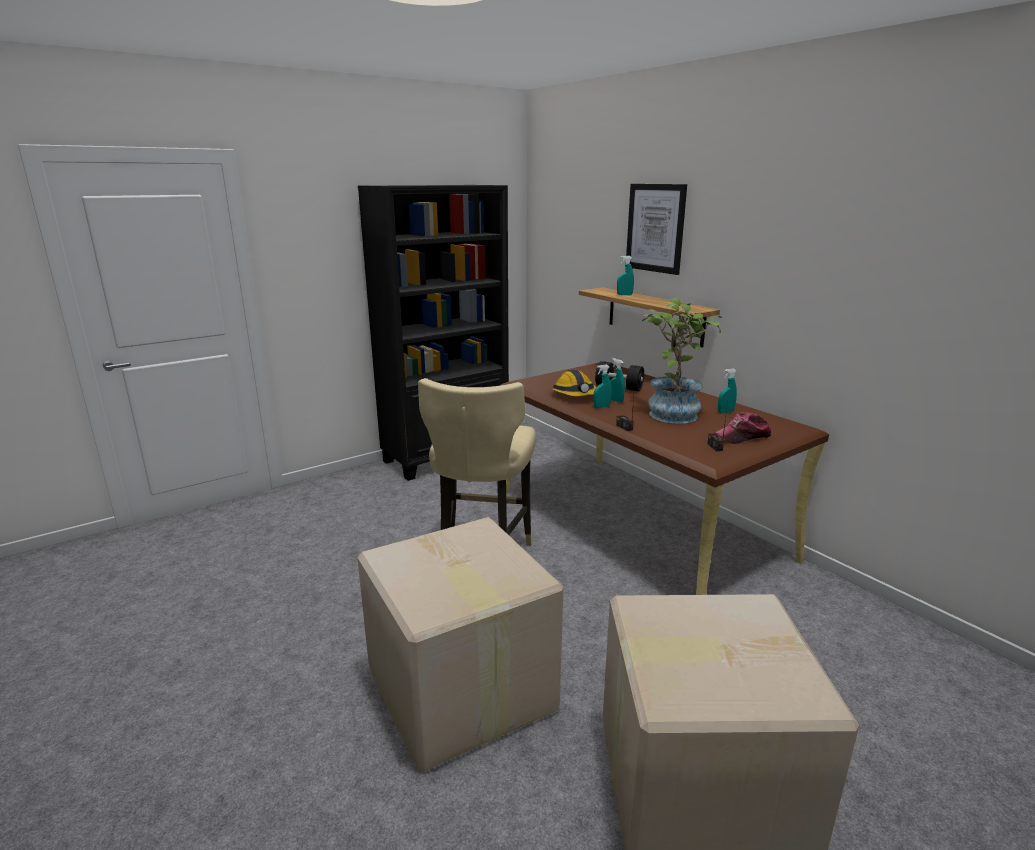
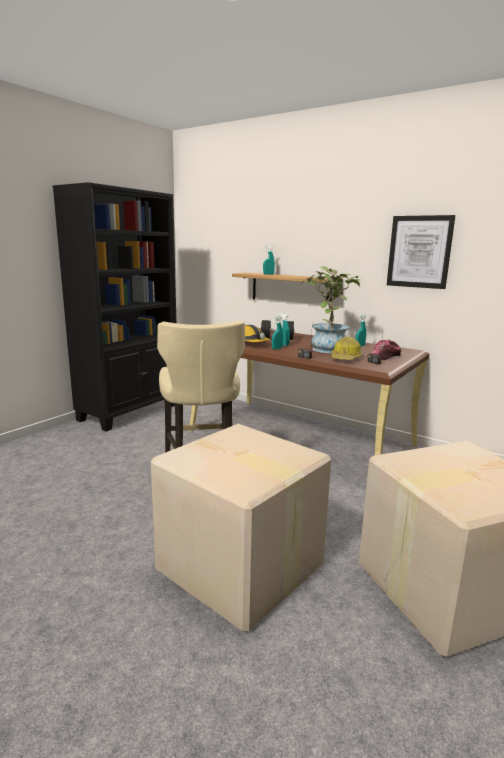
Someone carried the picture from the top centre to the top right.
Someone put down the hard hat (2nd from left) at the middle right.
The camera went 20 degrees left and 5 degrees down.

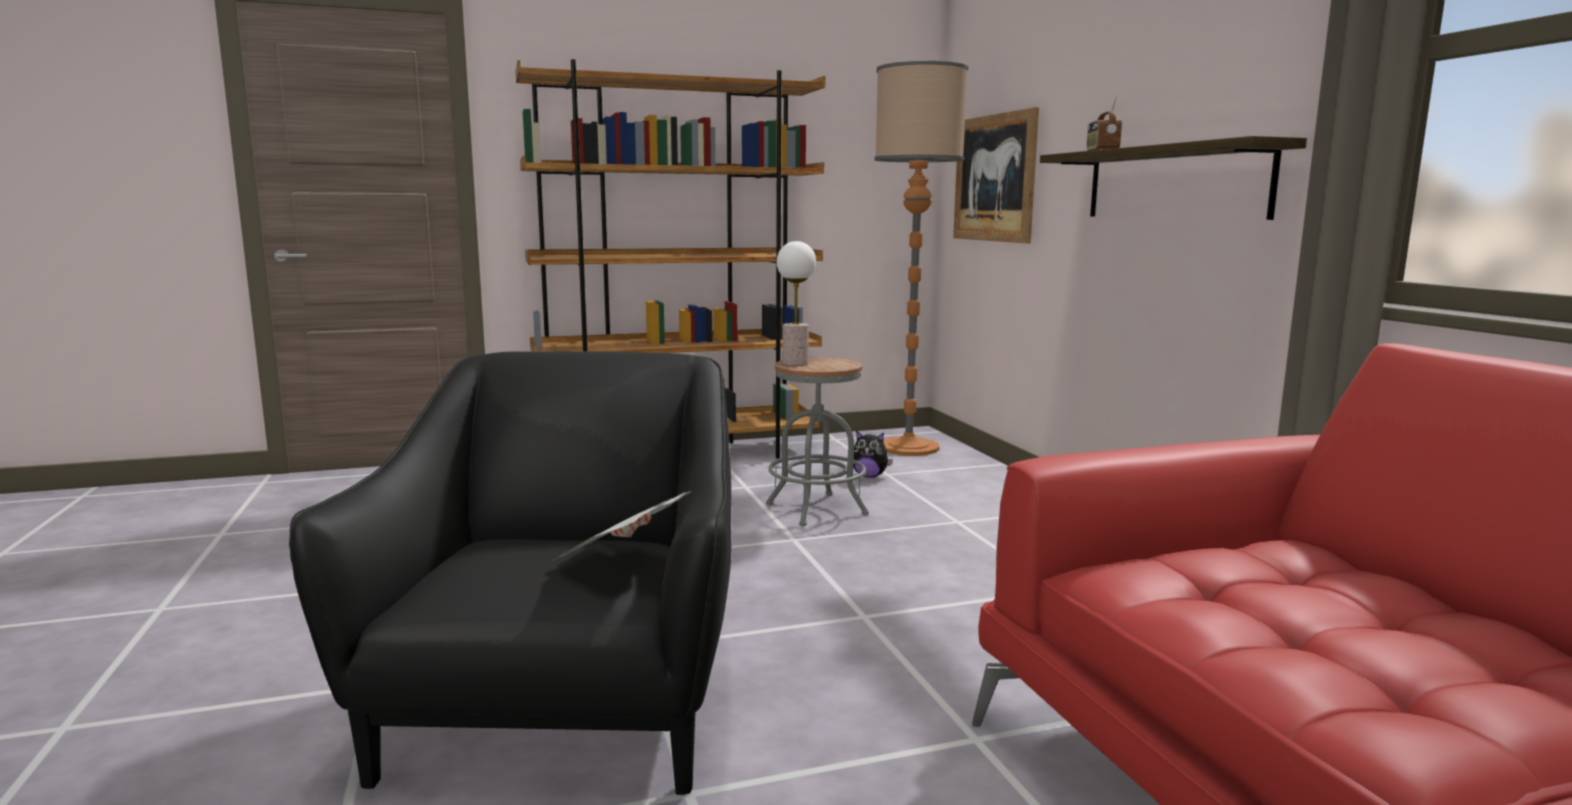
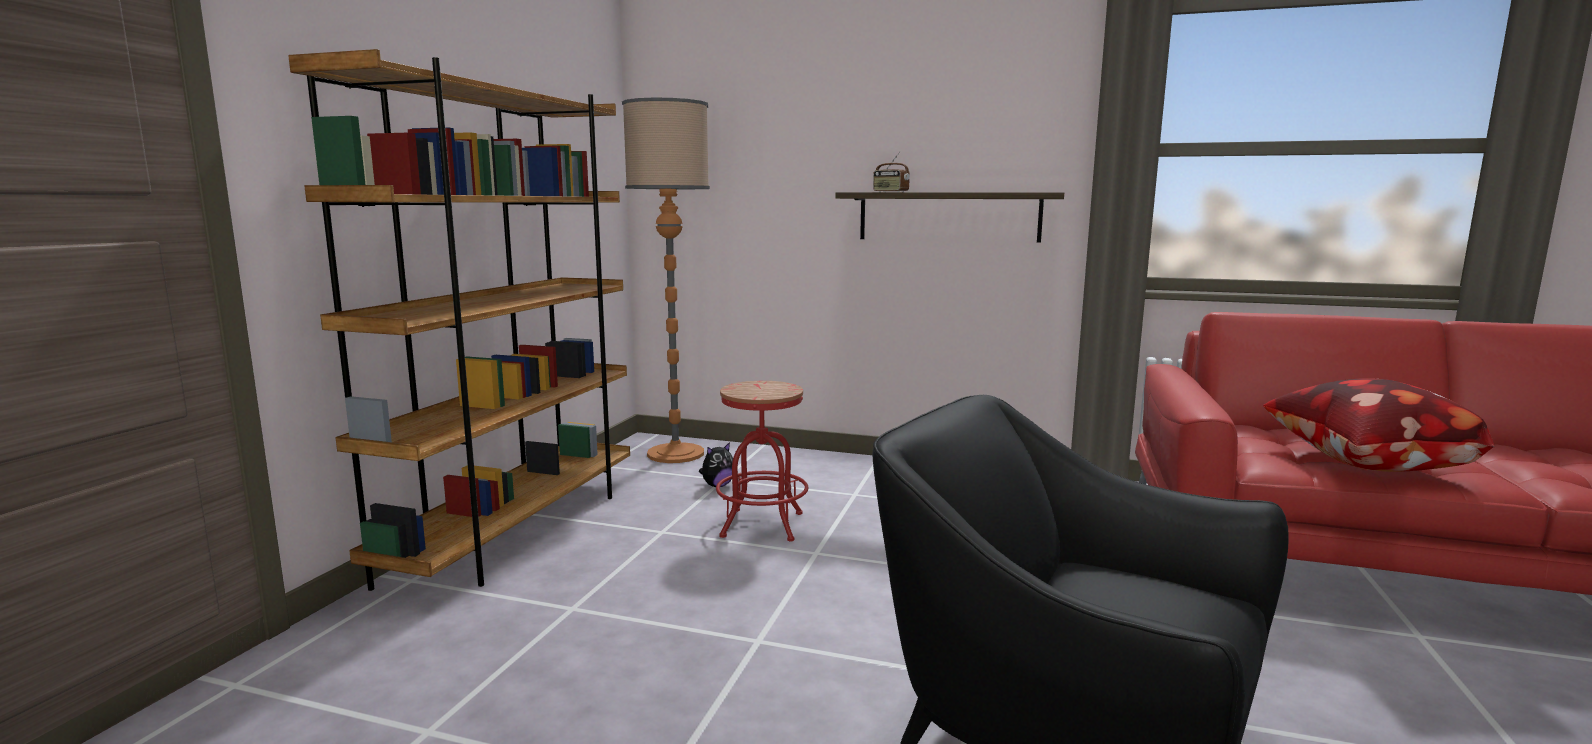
Someone took away the picture at the top centre.
Someone took away the table lamp at the centre.
Someone repainted the stool (grey) at the centre, which became the stool (red) at the centre.
Someone took away the newspaper at the centre.
Someone put down the pillow at the middle right.
The camera went 55 degrees left and 0 degrees up.

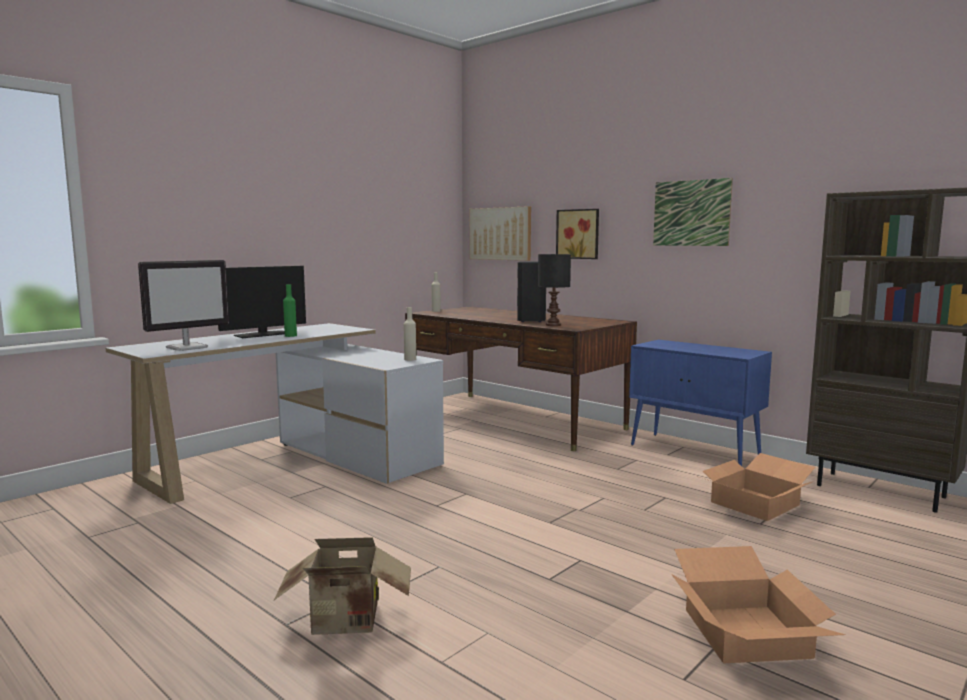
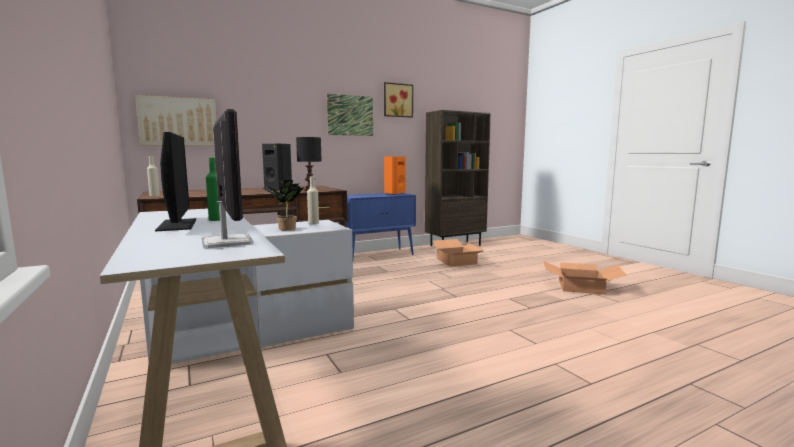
Someone carried the picture (2nd from left in the first image) from the centre to the top centre.
Someone took away the cardboard box (1st from left) at the bottom centre.
Someone put down the speaker (orange) at the centre.
Someone put down the potted plant at the centre.
The camera went 70 degrees left and 0 degrees up.

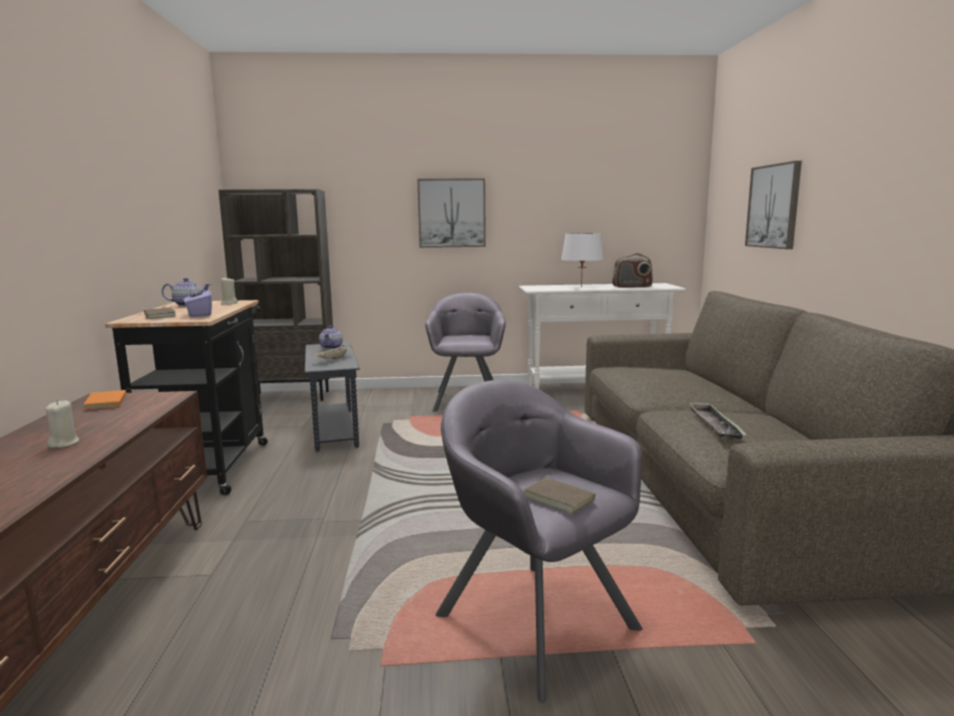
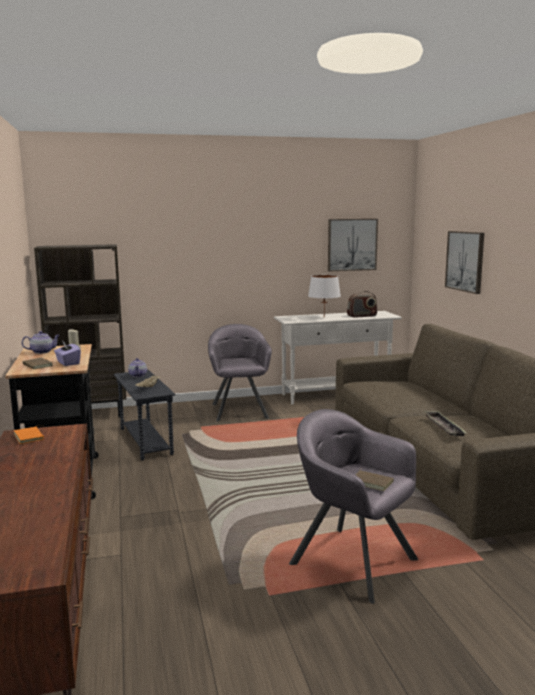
Someone carried the picture (1st from left) from the top centre to the centre.
Someone took away the candle (beige) (1st from left) at the middle left.
The camera went 10 degrees left and 0 degrees up.

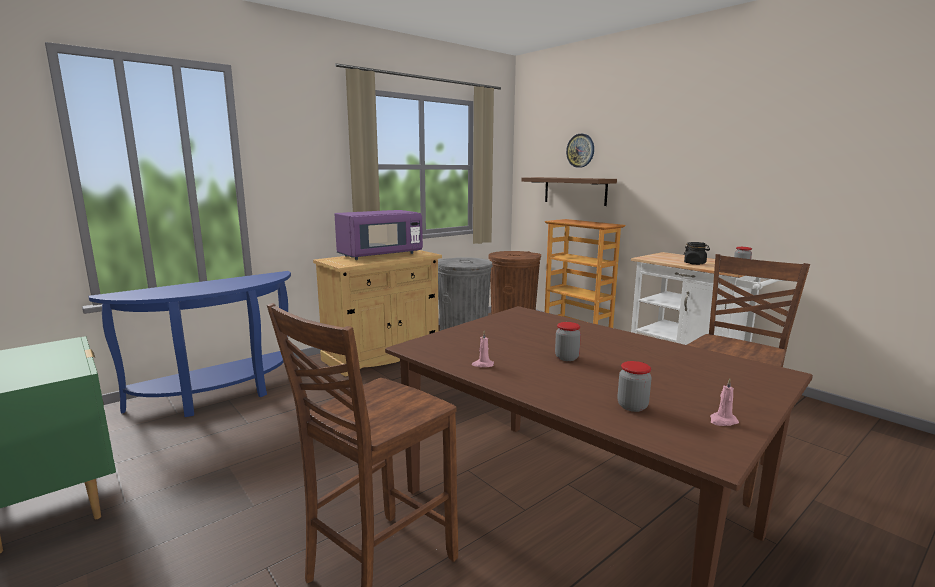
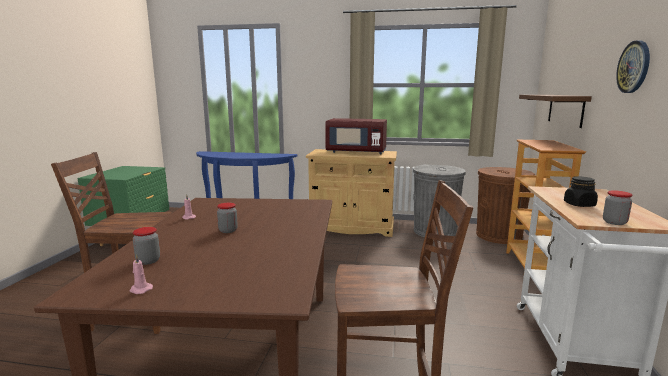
Someone carried the wall clock from the top centre to the top right.
Someone repainted the microwave (purple) at the centre, which became the microwave (red) at the centre.
The camera went 50 degrees right and 0 degrees up.

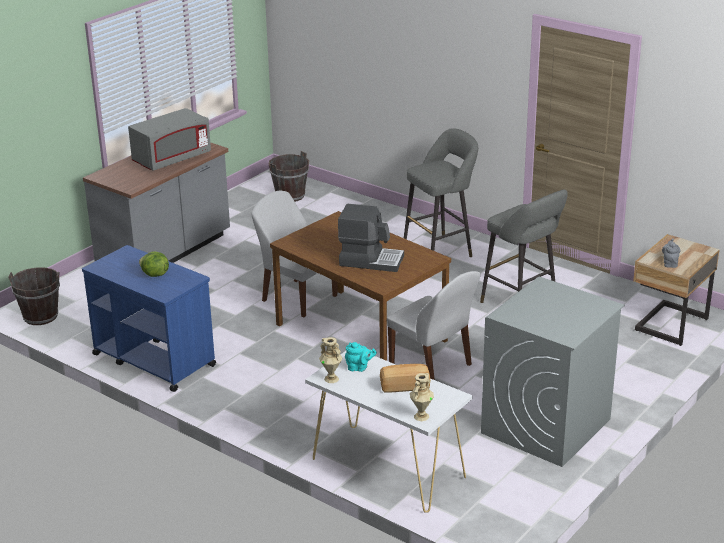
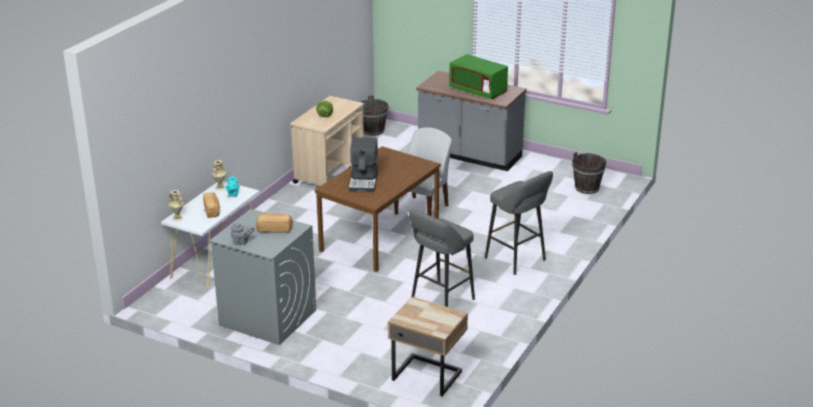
Someone repainted the microwave (grey) at the top left, which became the microwave (green) at the top centre.
Someone carried the teapot (grey) from the middle right to the middle left.
Someone repainted the cart (blue) at the middle left, which became the cart (beige) at the centre.
Someone took away the chair (white) (2nd from left) at the centre.
Someone put down the bread (2nd from left) at the centre.
The camera went 80 degrees right and 0 degrees up.

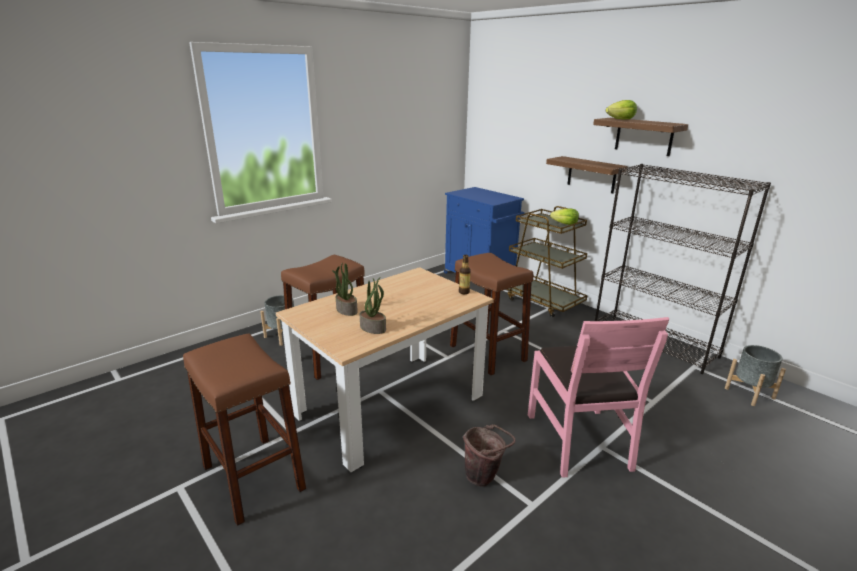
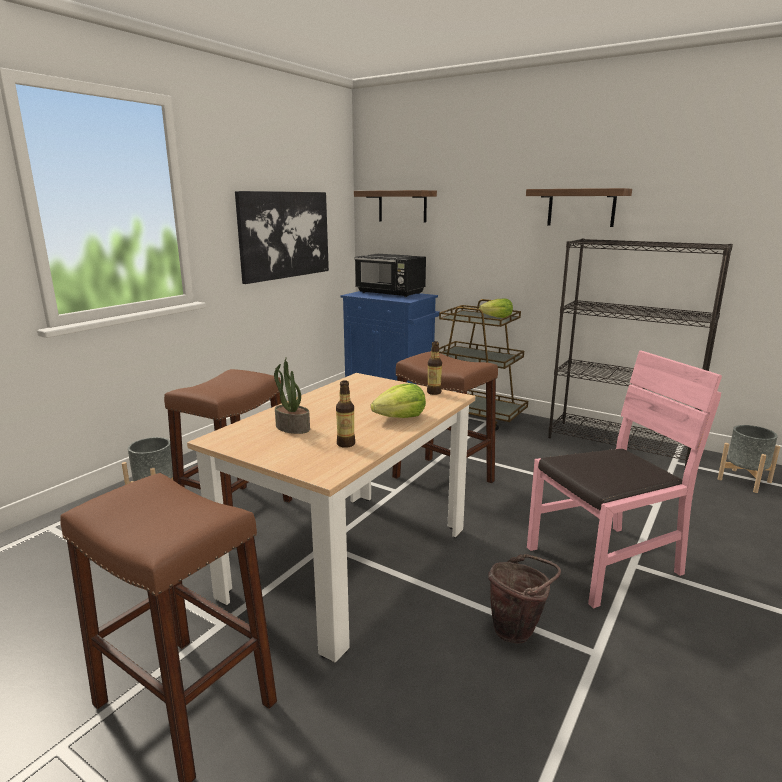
Someone carried the lettuce (2nd from left in the first image) from the top right to the centre.
Someone carried the shelf (1st from left) from the top right to the top centre.
Someone swapped the potted plant (2nd from left) at the centre for the bottle (1st from left) at the centre.
Someone rotated the chair (pink) at the bottom right by 90 degrees counterclockwise.
Someone put up the picture at the top centre.
Someone put down the microwave (black) at the centre.
The camera went 15 degrees left and 5 degrees down.

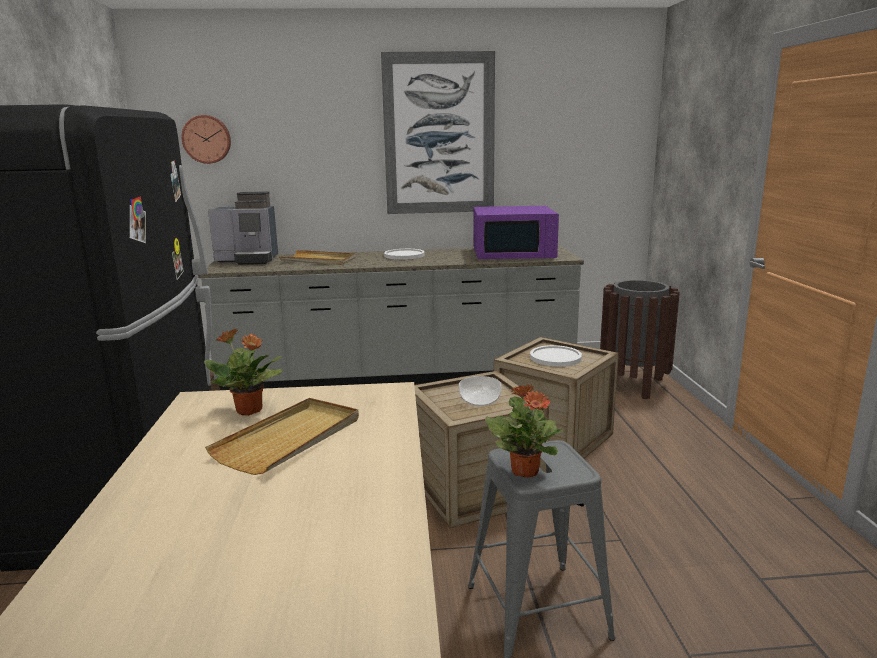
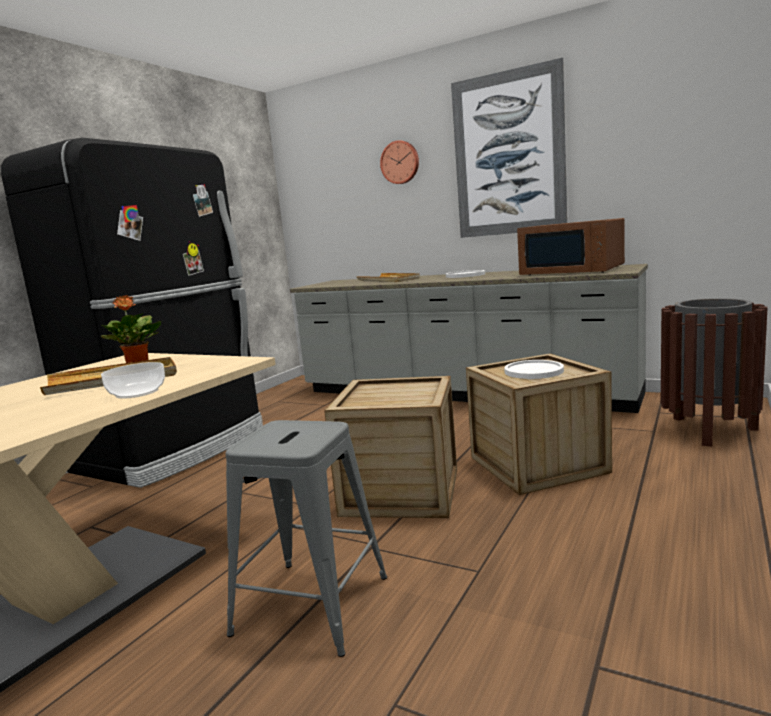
Someone carried the wall clock from the top left to the top centre.
Someone took away the coffee machine at the middle left.
Someone repainted the microwave (purple) at the centre, which became the microwave (brown) at the middle right.
Someone carried the bowl from the centre to the middle left.
Someone took away the potted plant (2nd from left) at the centre.
The camera went 35 degrees right and 5 degrees down.

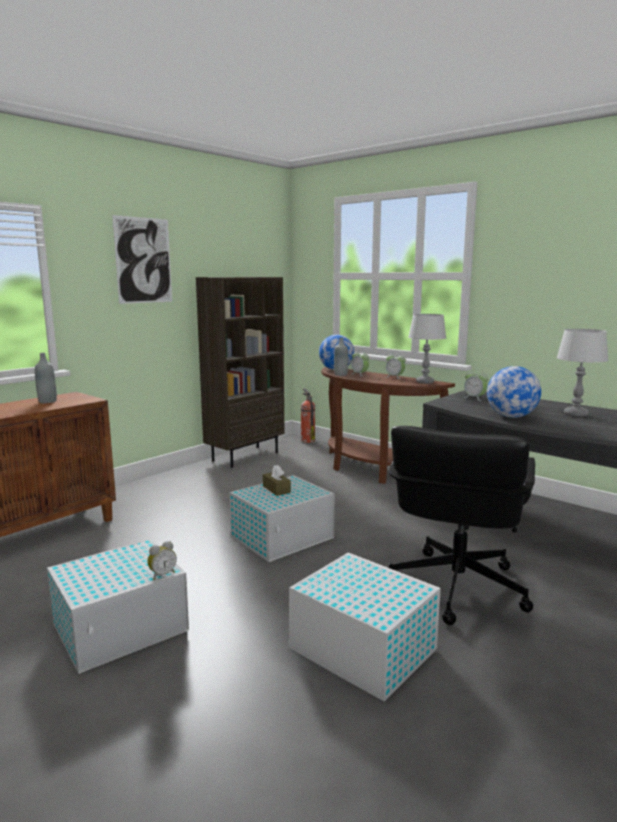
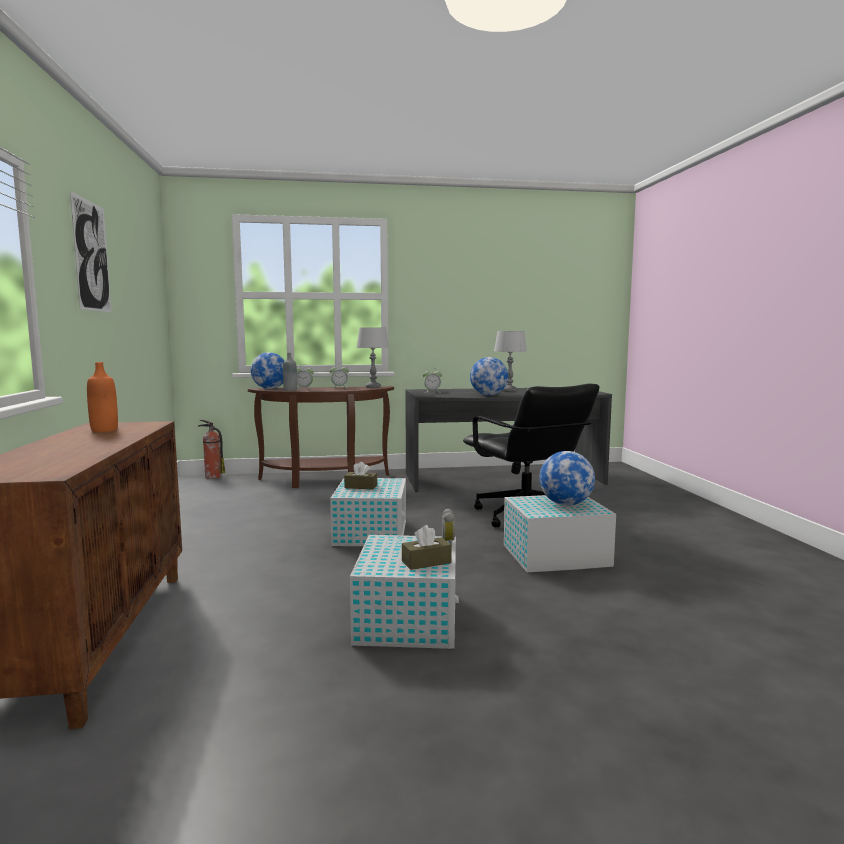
Someone took away the bookcase (brown) at the centre.
Someone repainted the bottle (grey) (1st from left) at the middle left, which became the bottle (orange) at the middle left.
Someone put down the globe (3rd from left) at the middle right.
Someone put down the tissue box (brown) (2nd from left) at the centre.
The camera went 50 degrees left and 5 degrees down.

